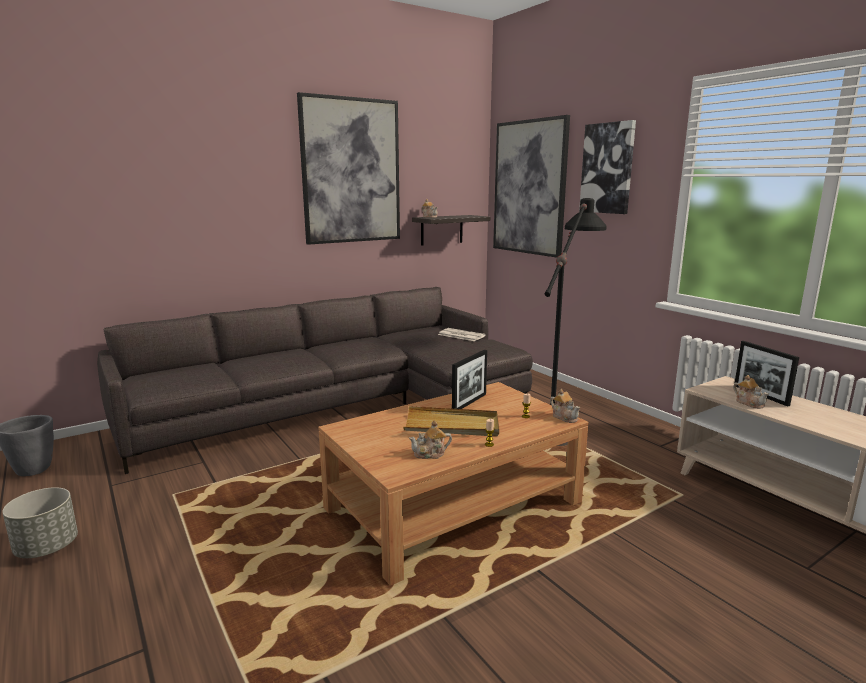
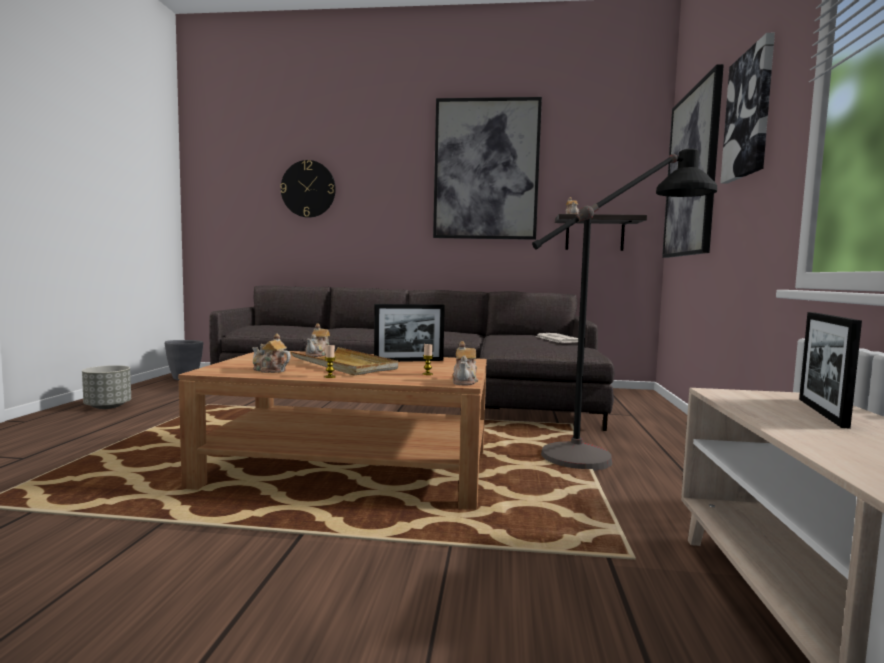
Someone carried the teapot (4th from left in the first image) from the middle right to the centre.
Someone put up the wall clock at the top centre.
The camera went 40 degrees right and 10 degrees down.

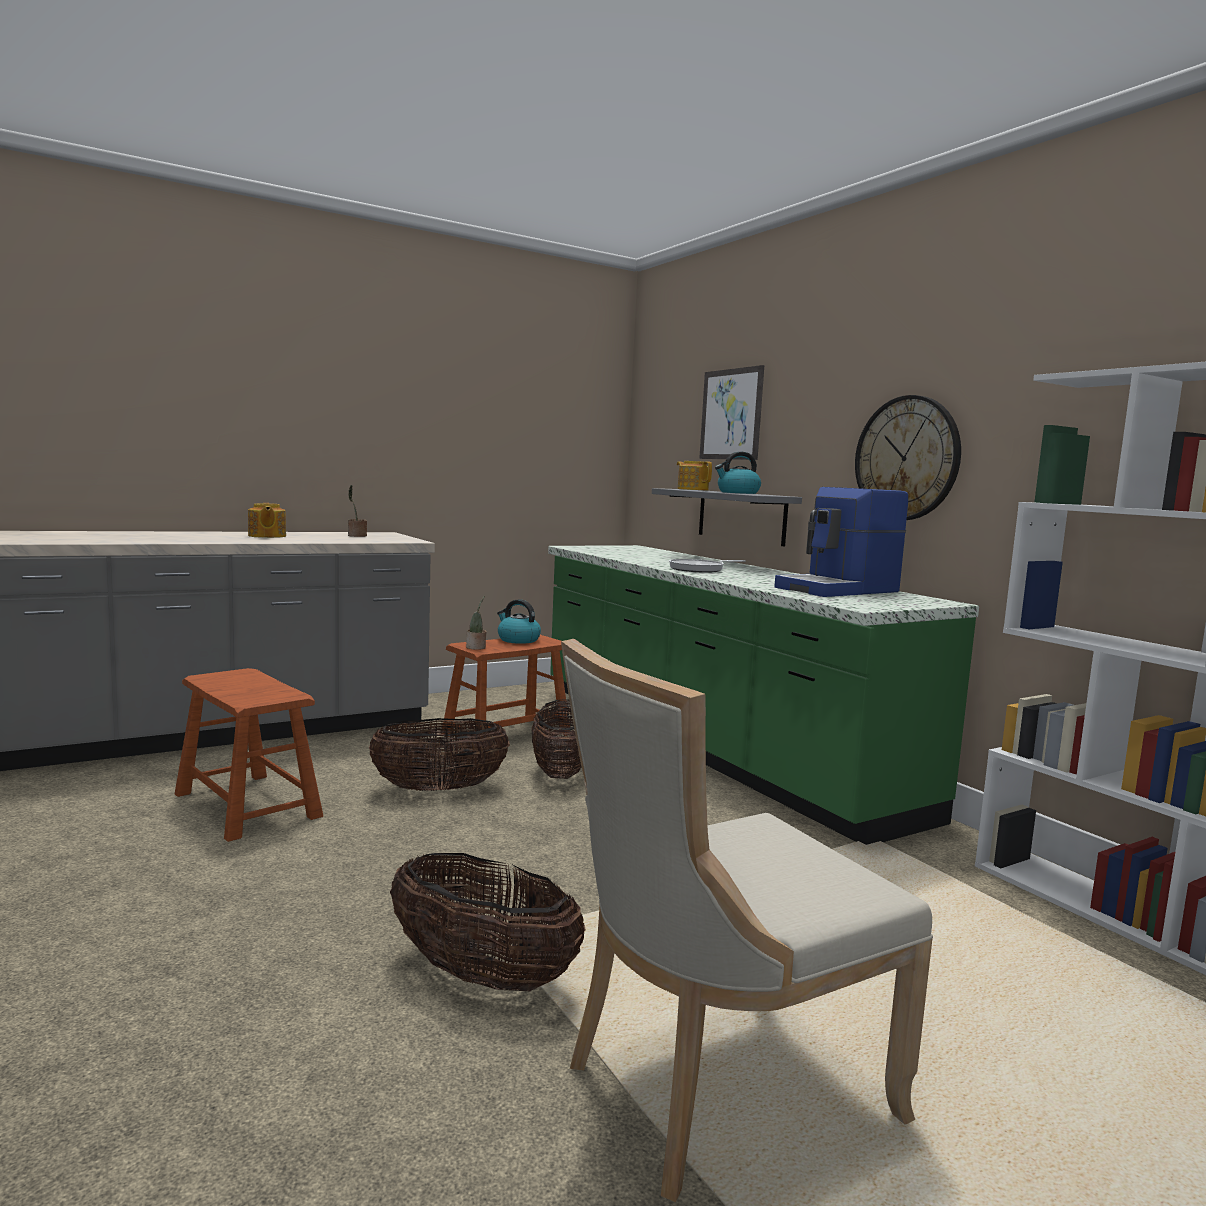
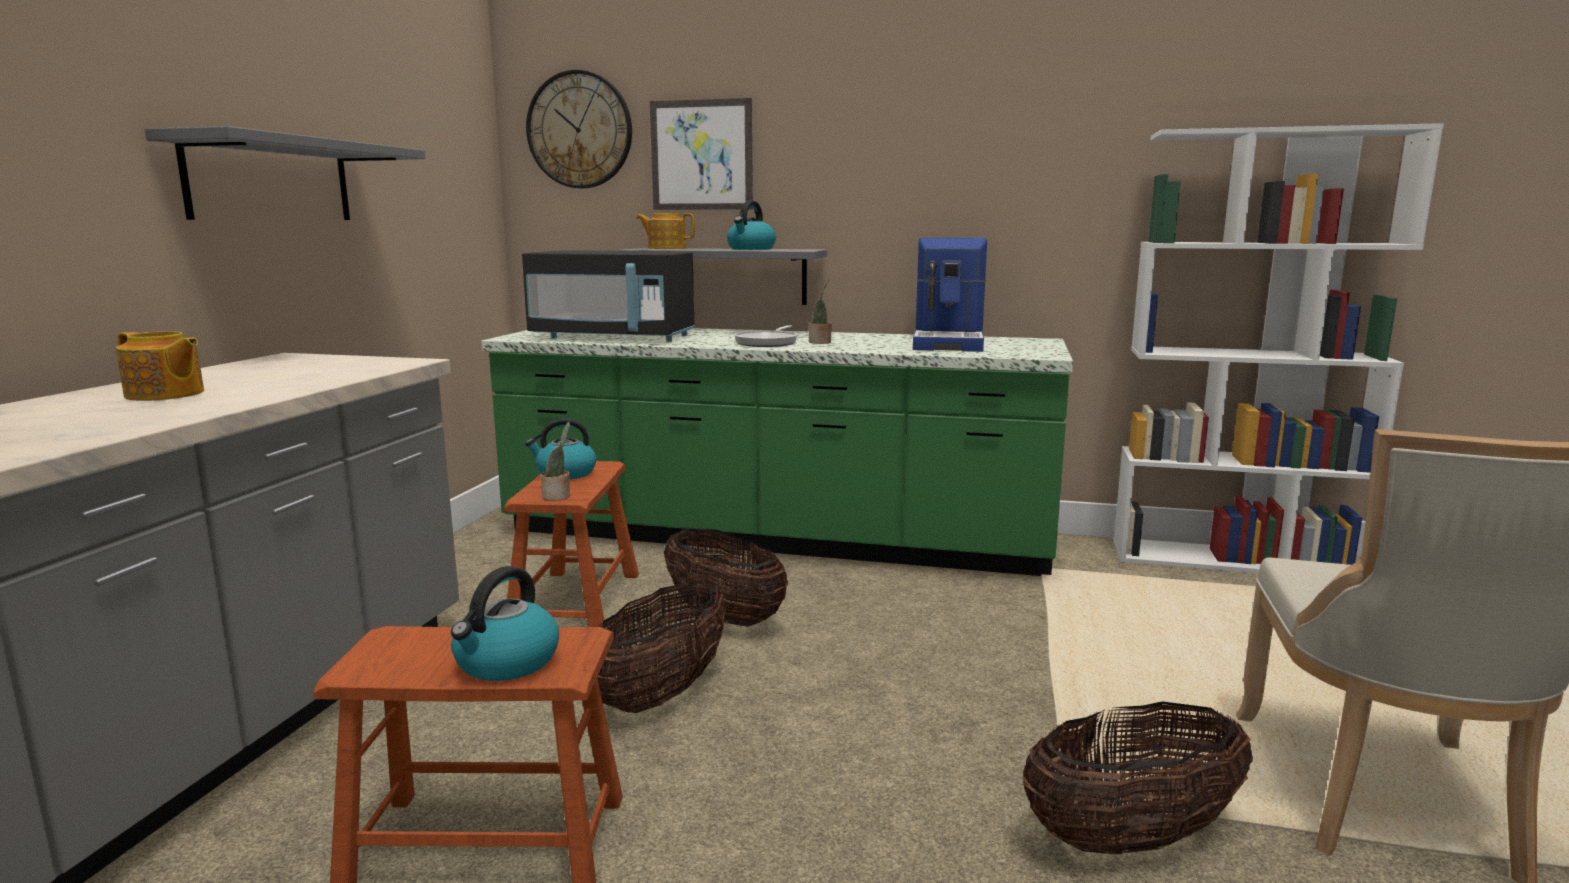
Someone carried the wall clock from the middle right to the top centre.
Someone carried the potted plant (1st from left in the first image) from the middle left to the centre.
Someone put up the shelf (grey) (1st from left) at the top left.
Someone put down the microwave (black) at the centre.
Someone put down the kettle (1st from left) at the bottom left.
The camera went 45 degrees left and 5 degrees up.

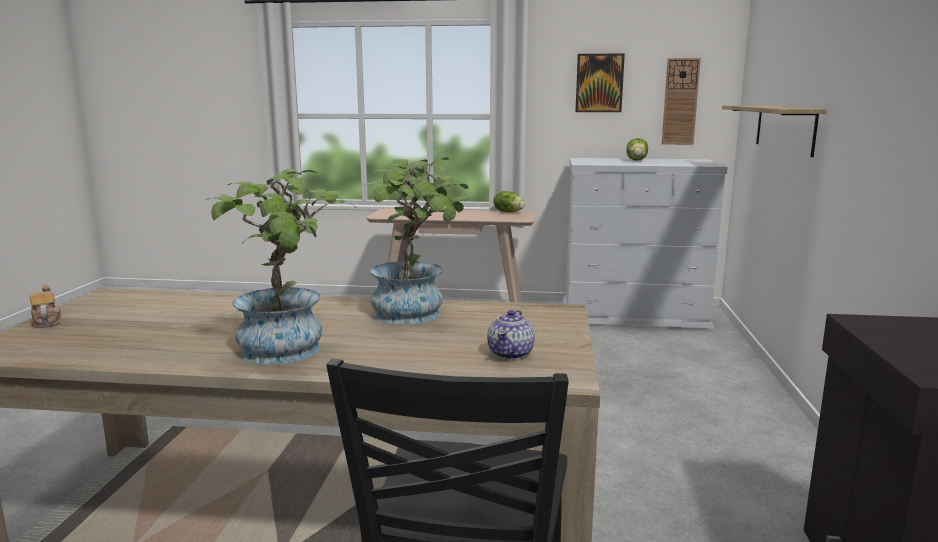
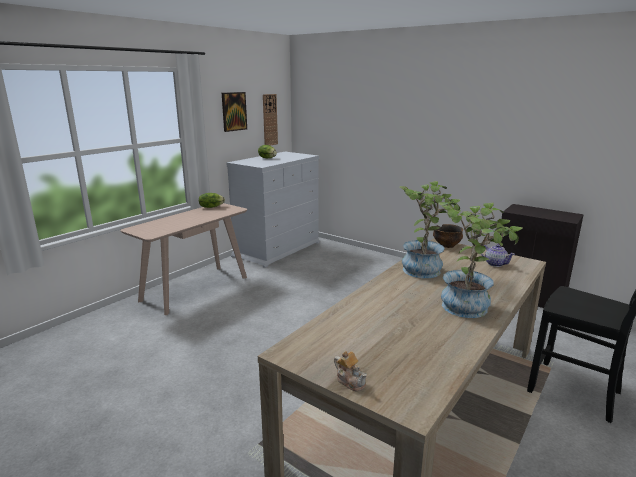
Someone took away the shelf at the top right.
Someone rotated the teapot (1st from left) at the middle left by 135 degrees counterclockwise.
Someone put down the bowl at the middle right.
The camera went 60 degrees left and 5 degrees up.

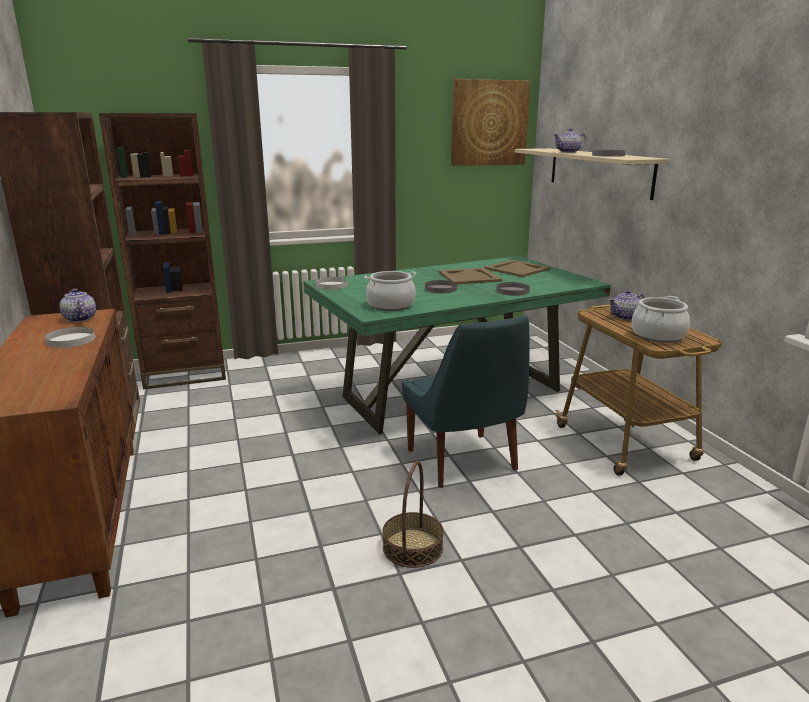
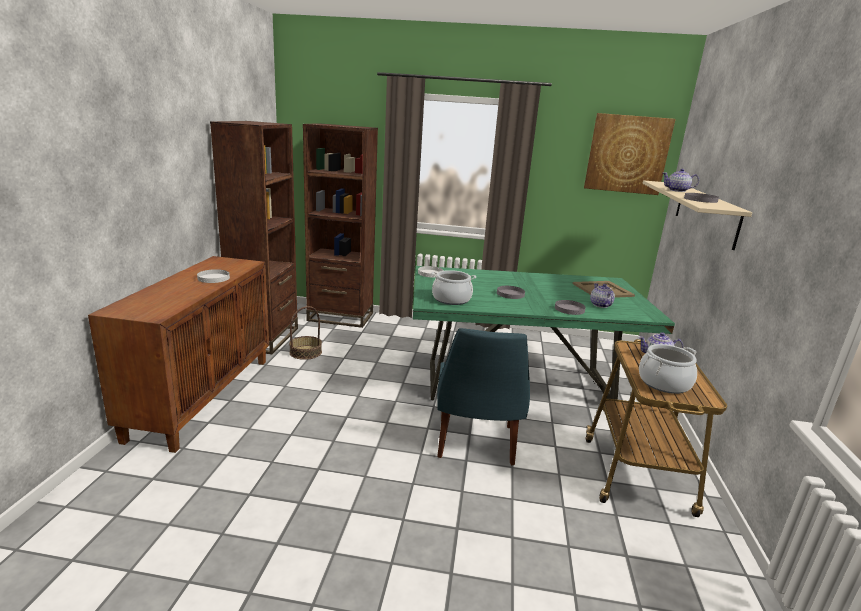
Someone took away the tray (beige) (1st from left) at the centre.
Someone carried the teapot (1st from left) from the middle left to the middle right.
Someone carried the basket from the bottom centre to the centre.
The camera went 25 degrees right and 0 degrees up.

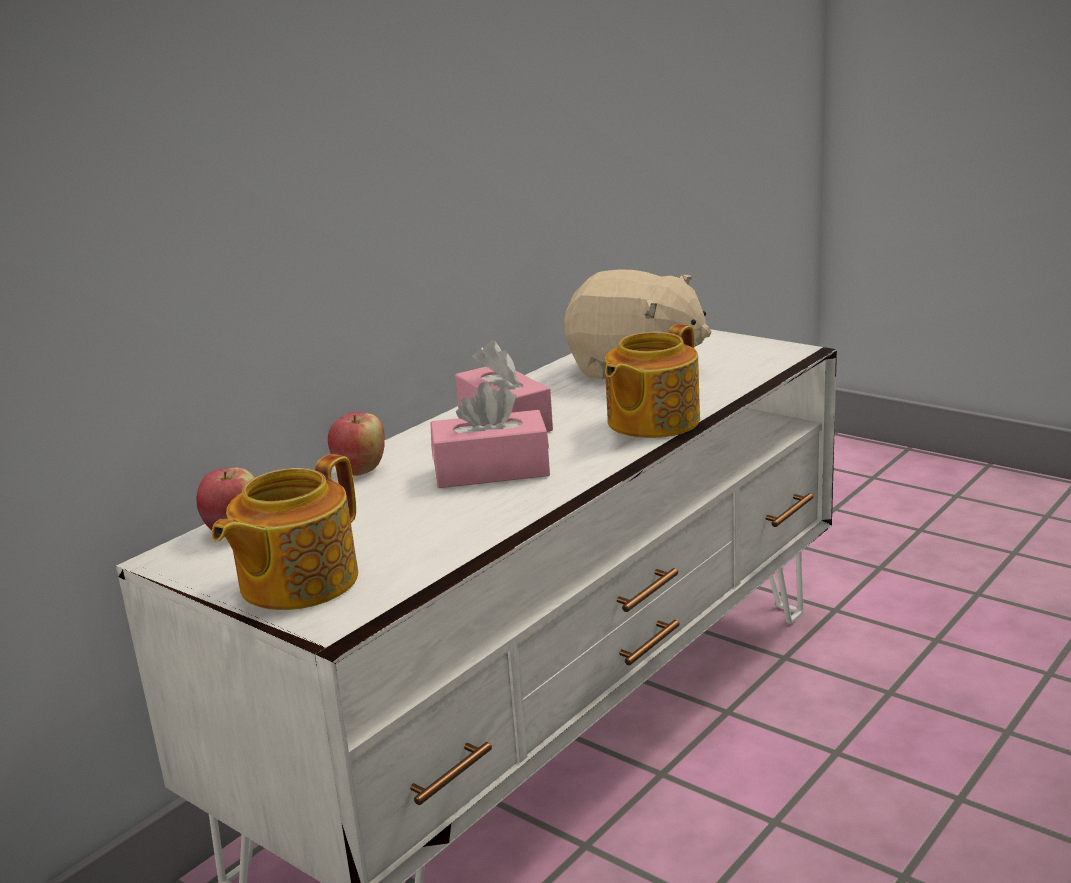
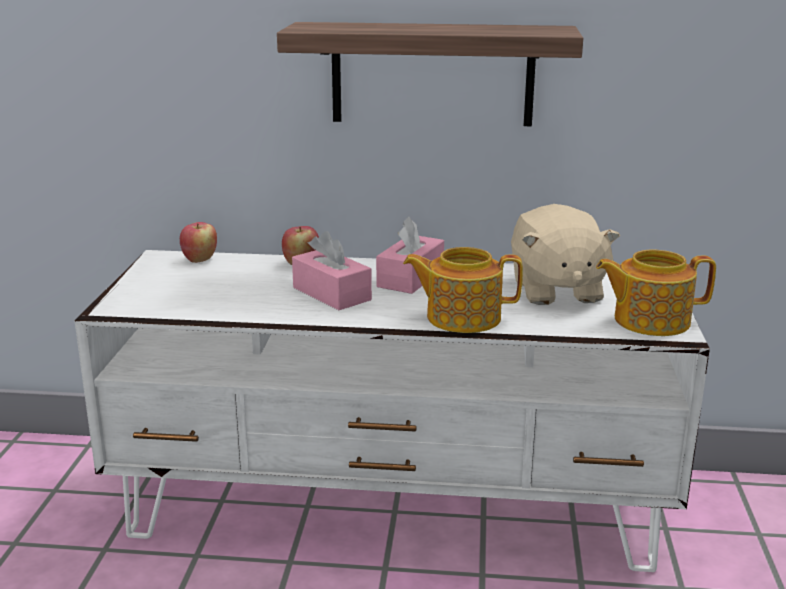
Someone carried the teapot (1st from left in the first image) from the middle left to the middle right.
Someone put up the shelf at the top centre.
The camera went 55 degrees right and 0 degrees up.

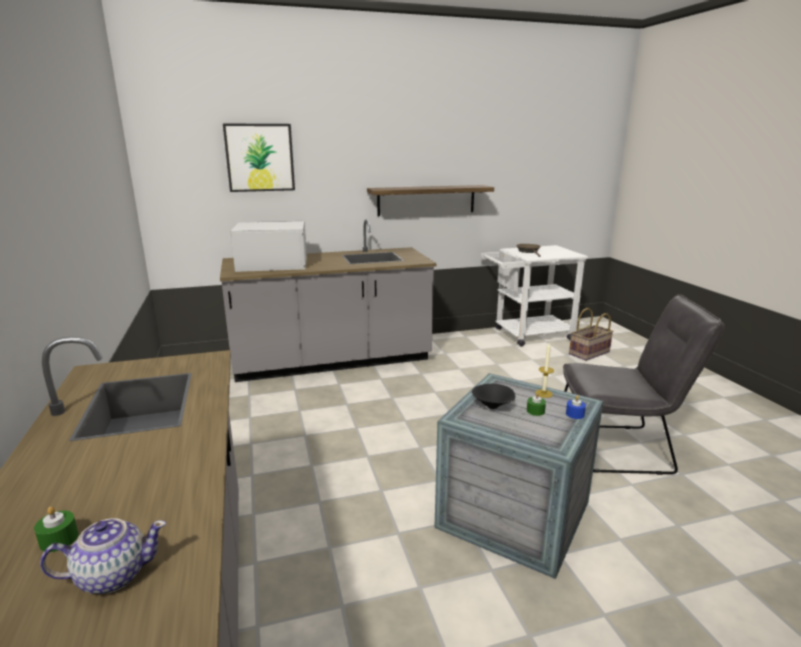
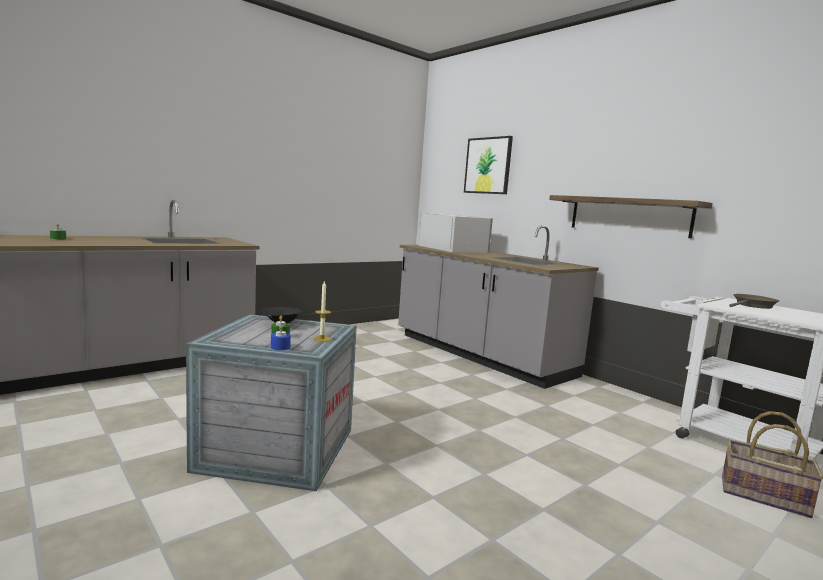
Someone took away the chair (grey) at the middle right.
Someone took away the teapot at the bottom left.
The camera went 65 degrees right and 10 degrees down.

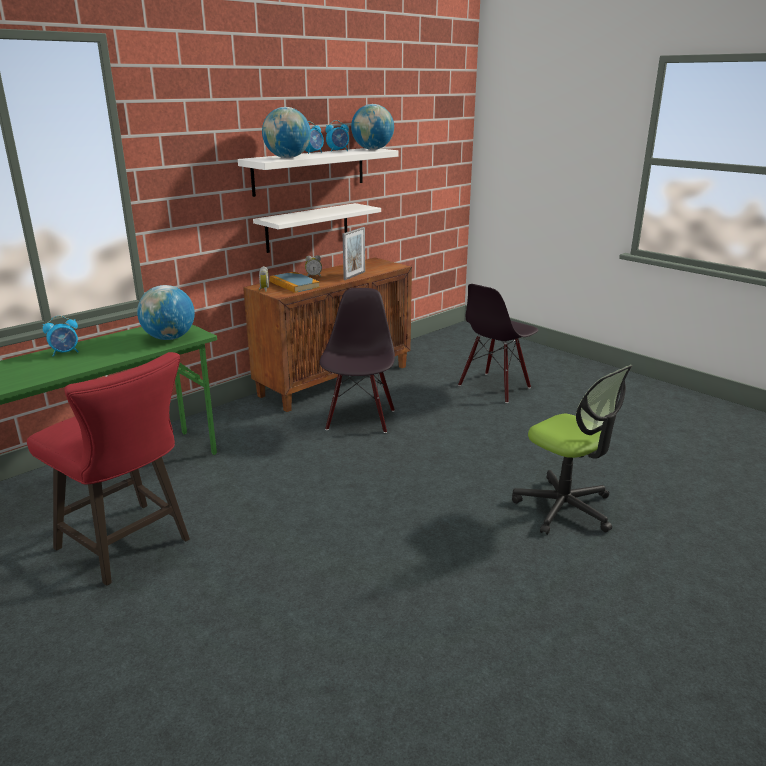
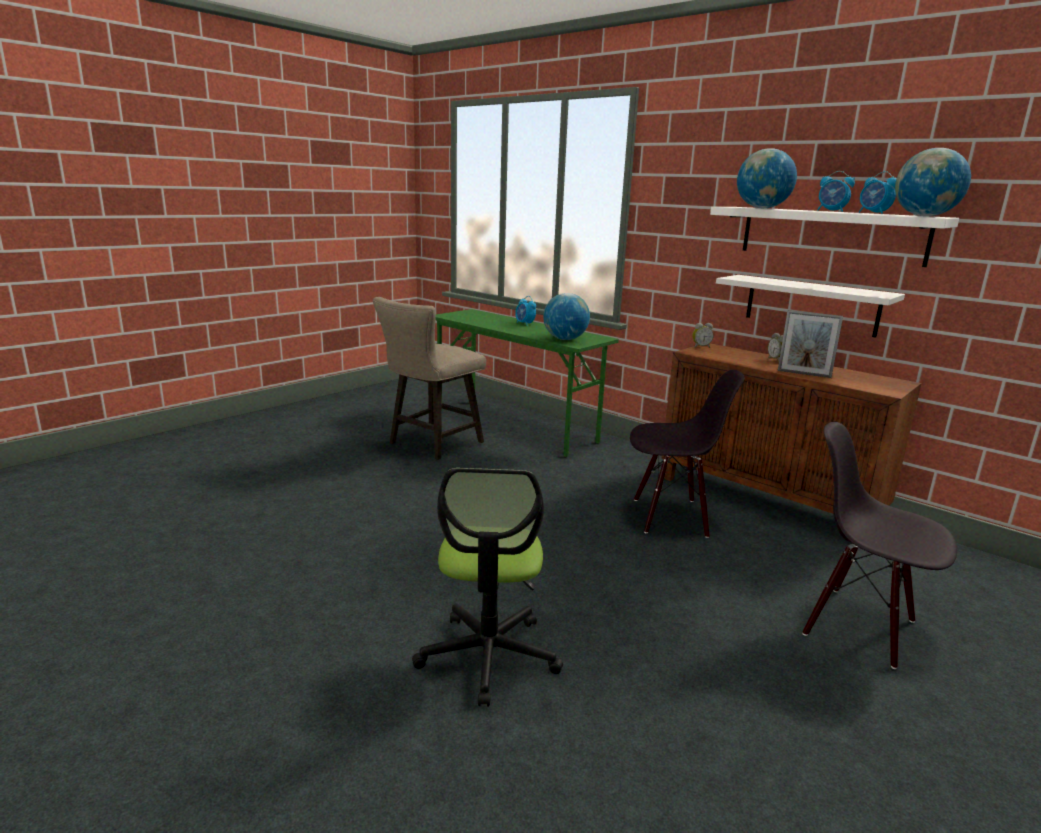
Someone took away the book at the centre.
Someone repainted the stool (red) at the middle left, which became the stool (beige) at the centre.
Someone rotated the office chair at the middle right by 45 degrees counterclockwise.
The camera went 85 degrees right and 5 degrees down.

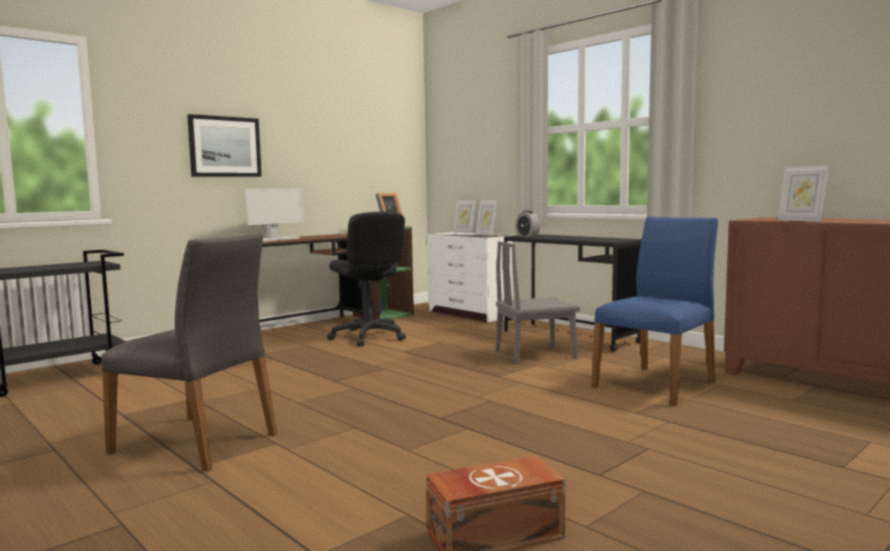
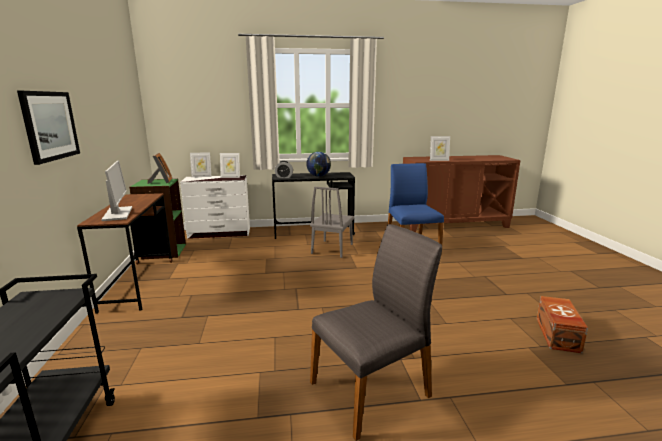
Someone took away the office chair (black) at the centre.
Someone put down the globe at the centre.
The camera went 55 degrees left and 10 degrees up.

